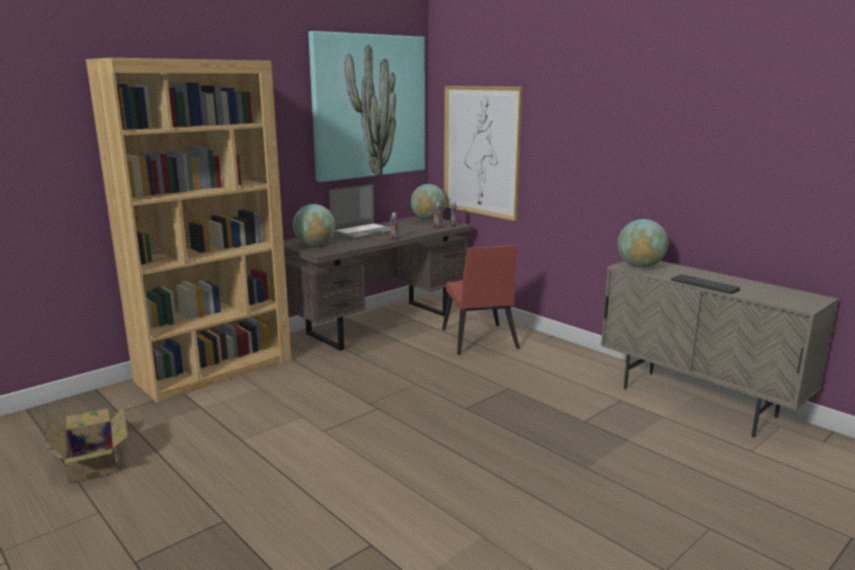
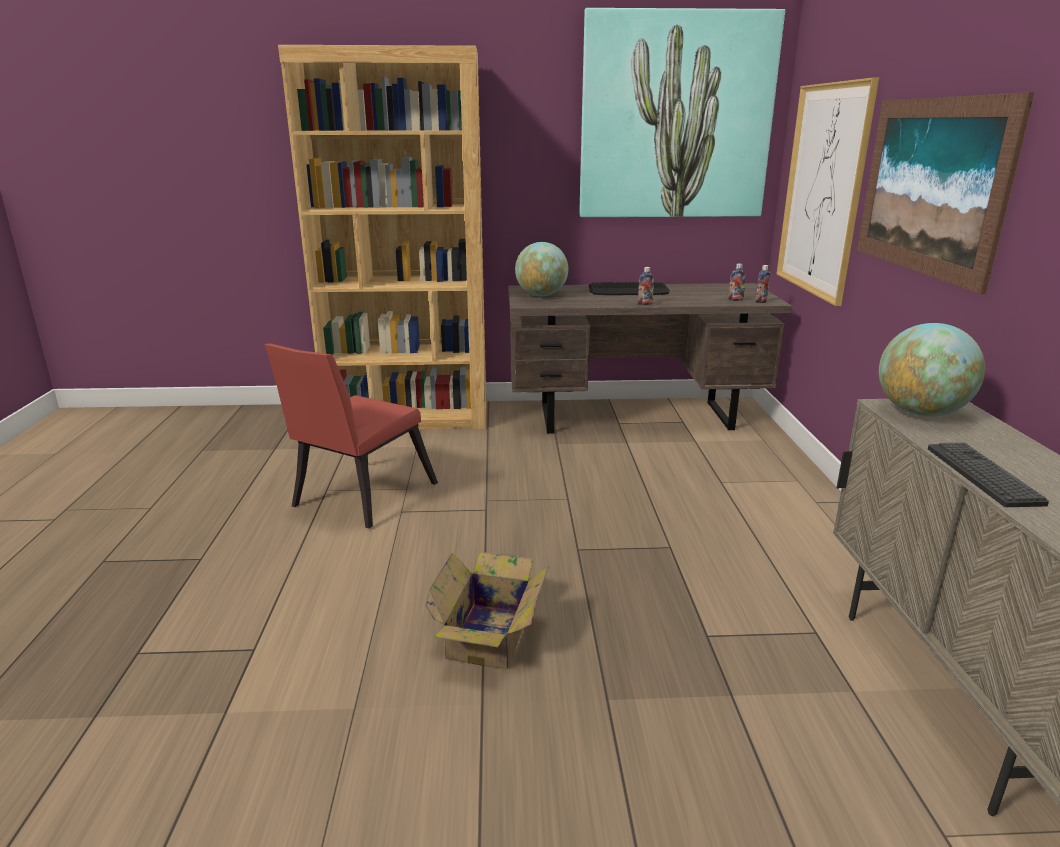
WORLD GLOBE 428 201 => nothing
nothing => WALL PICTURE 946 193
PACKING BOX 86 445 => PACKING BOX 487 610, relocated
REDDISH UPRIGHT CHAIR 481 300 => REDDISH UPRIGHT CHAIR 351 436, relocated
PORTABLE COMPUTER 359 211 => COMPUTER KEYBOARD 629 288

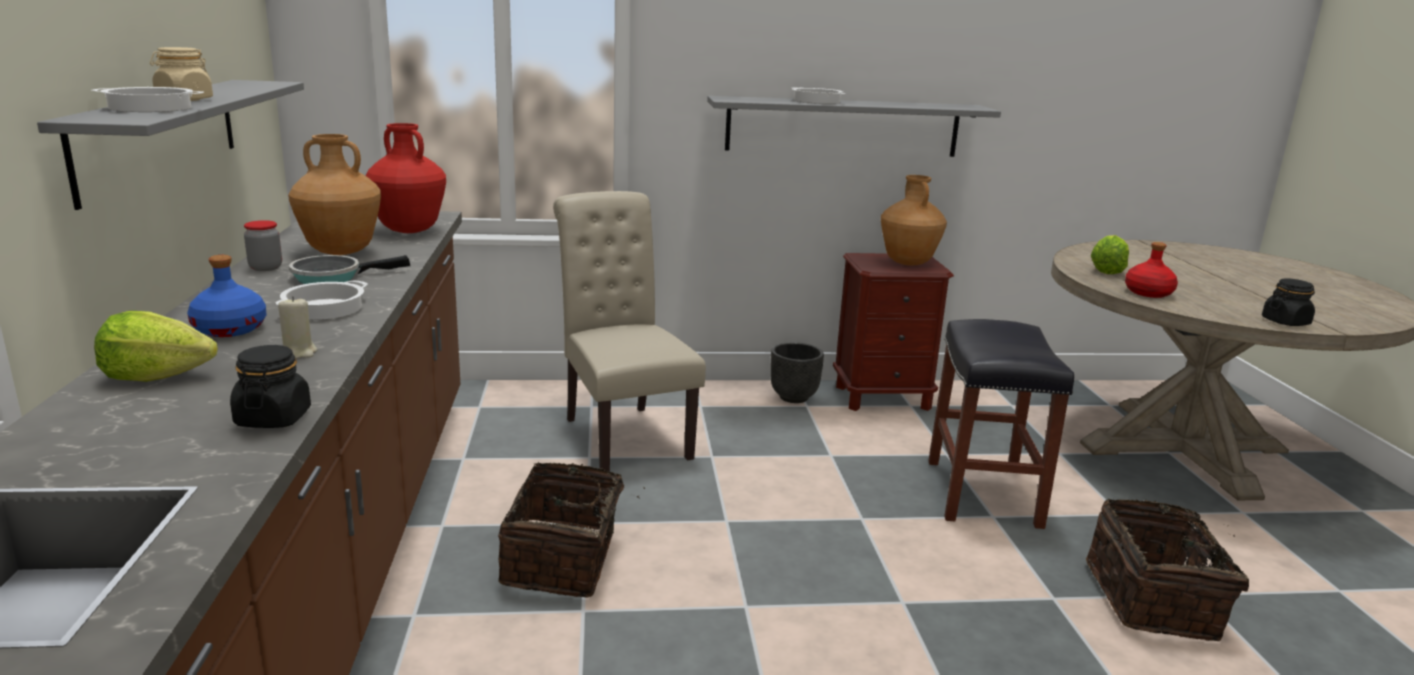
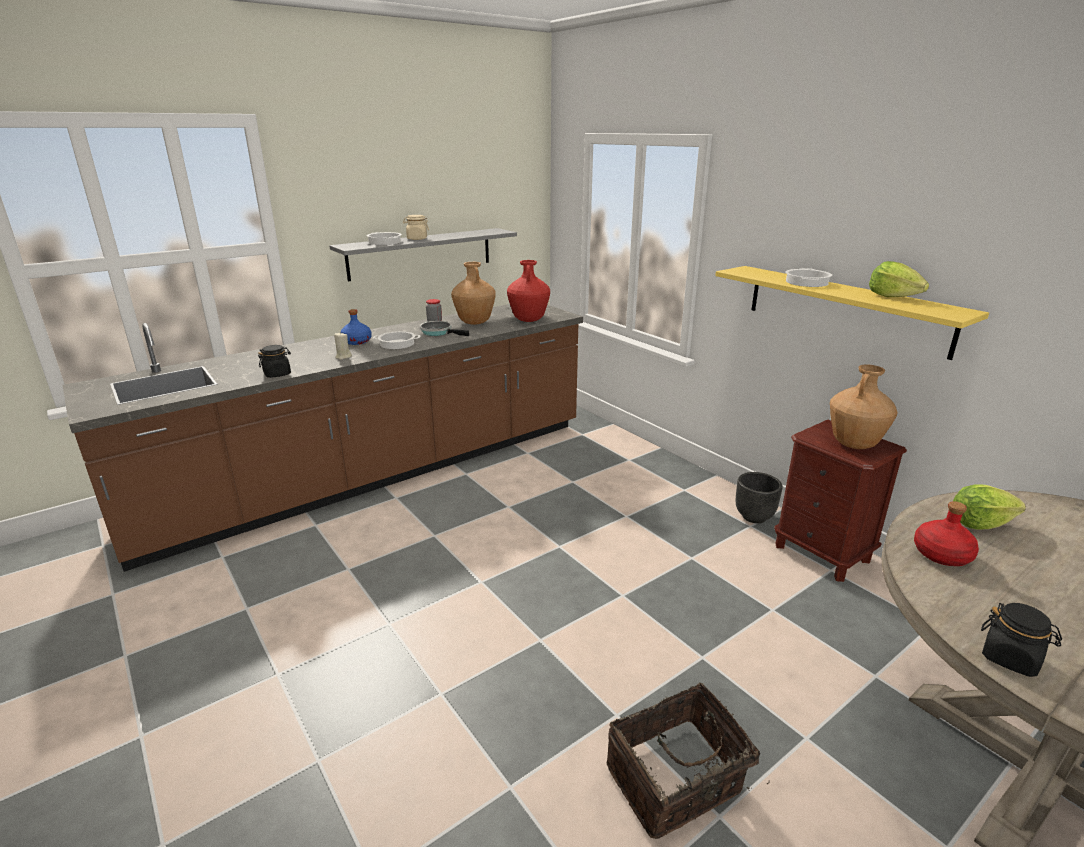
STORAGE BASKET 571 530 => nothing
SAND-COLOURED UPRIGHT CHAIR 629 331 => nothing
BLACK STOOL 1001 424 => nothing
HEAD OF LETTUCE 156 346 => HEAD OF LETTUCE 899 279, relocated
GREYISH WALL SHELF 854 126 => YELLOWISH WALL SHELF 852 313

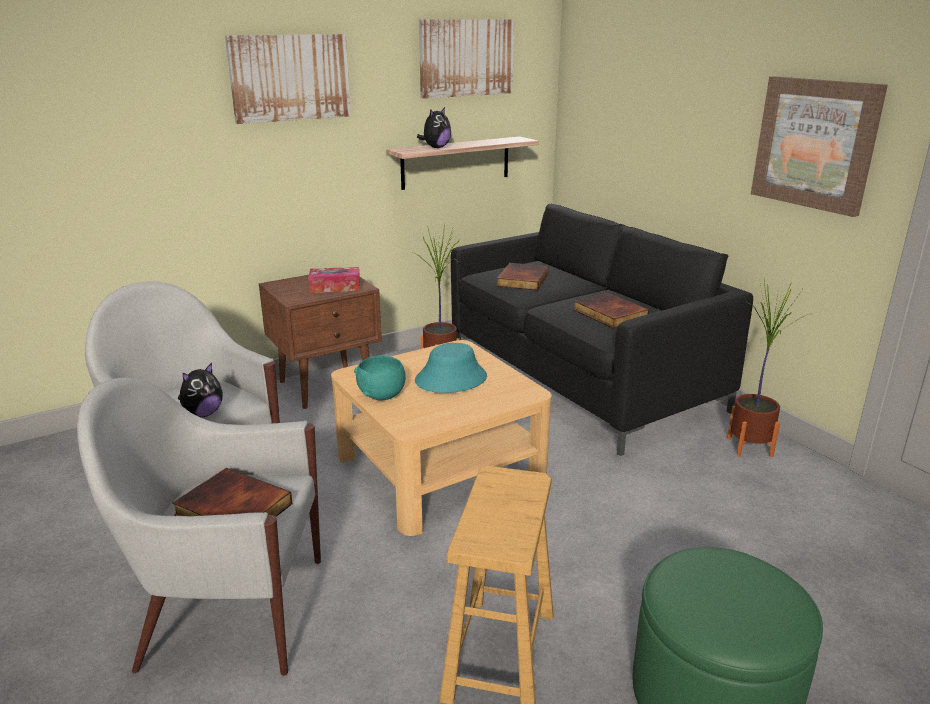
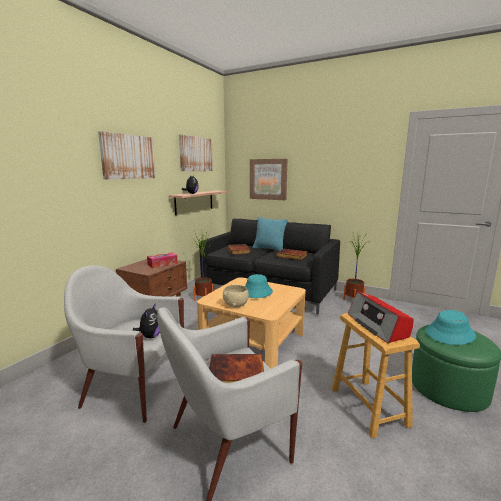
nothing => TURQUOISE-COLOURED CUSHION 270 234
nothing => RADIO 381 317
nothing => TURQUOISE-COLOURED WEARABLE HAT 451 327
WALL PICTURE 819 146 => WALL PICTURE 268 179, relocated
TURQUOISE-COLOURED SERVING BOWL 380 378 => SAND-COLOURED SERVING BOWL 236 296

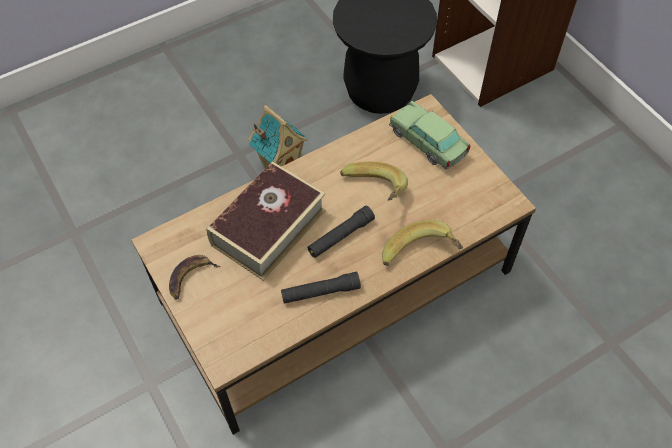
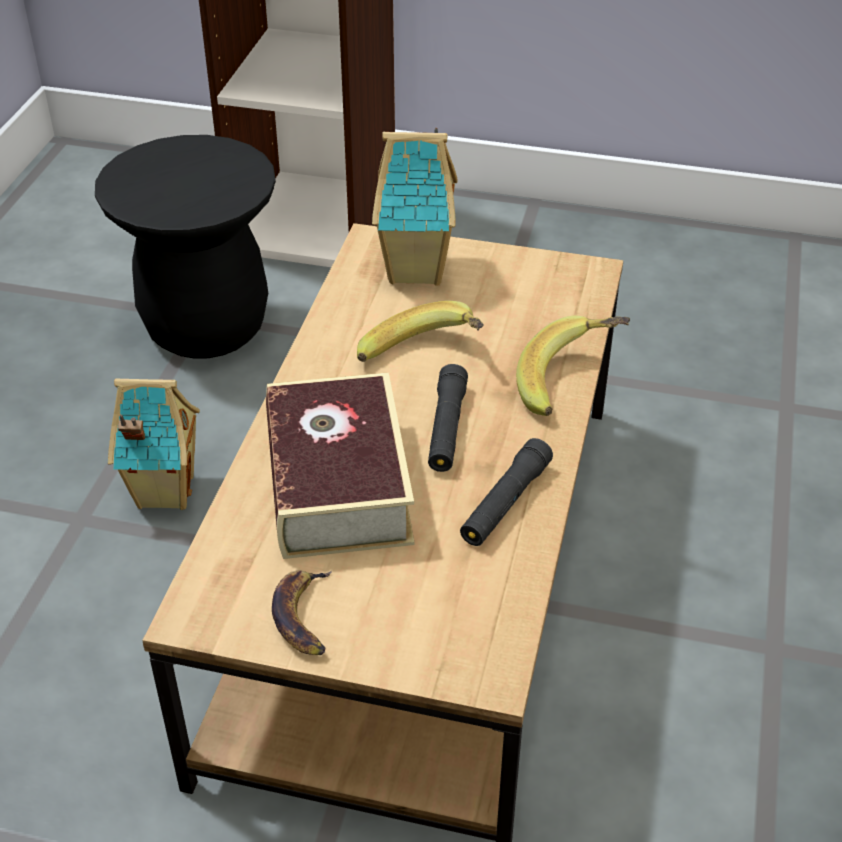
TOY CAR 429 135 => MODEL HOUSE 415 207

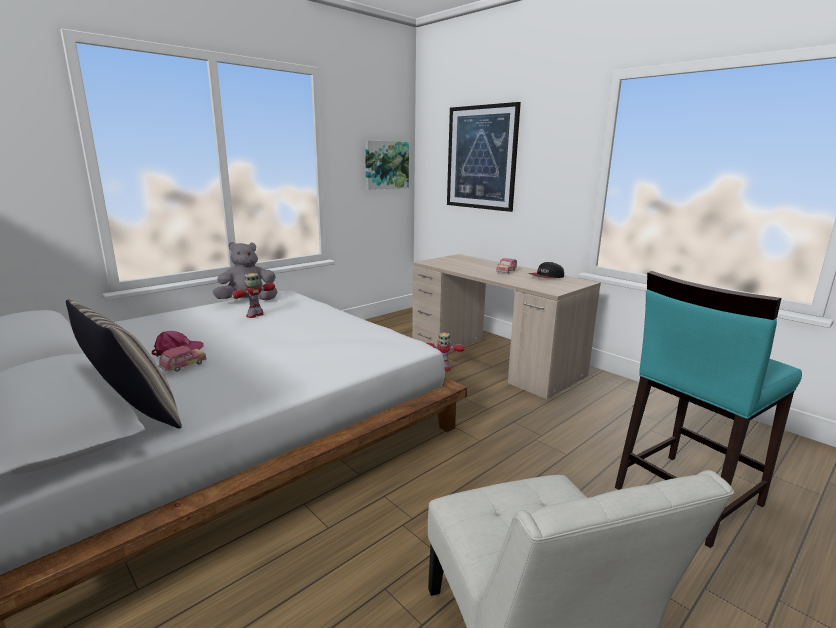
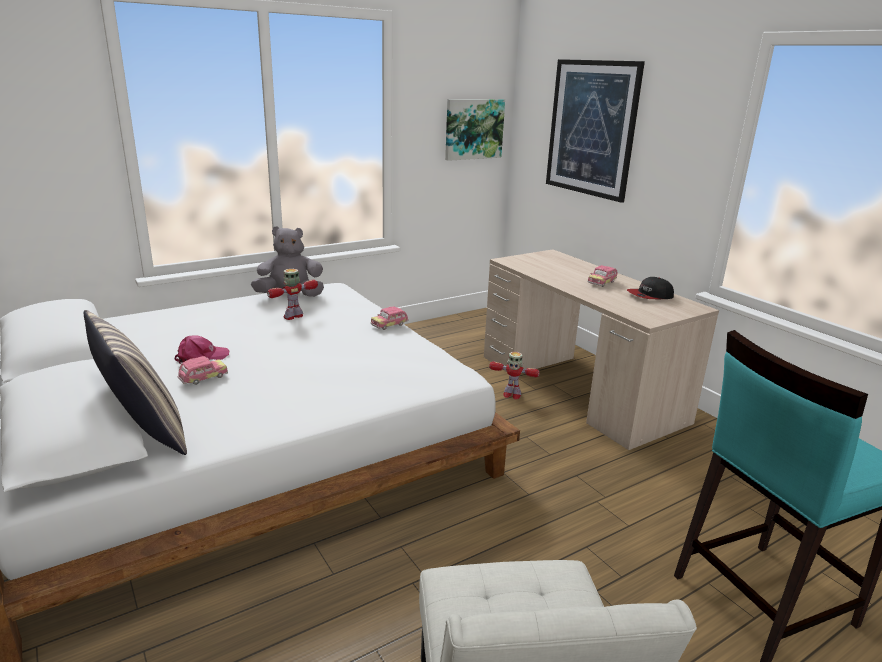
nothing => TOY CAR 390 318

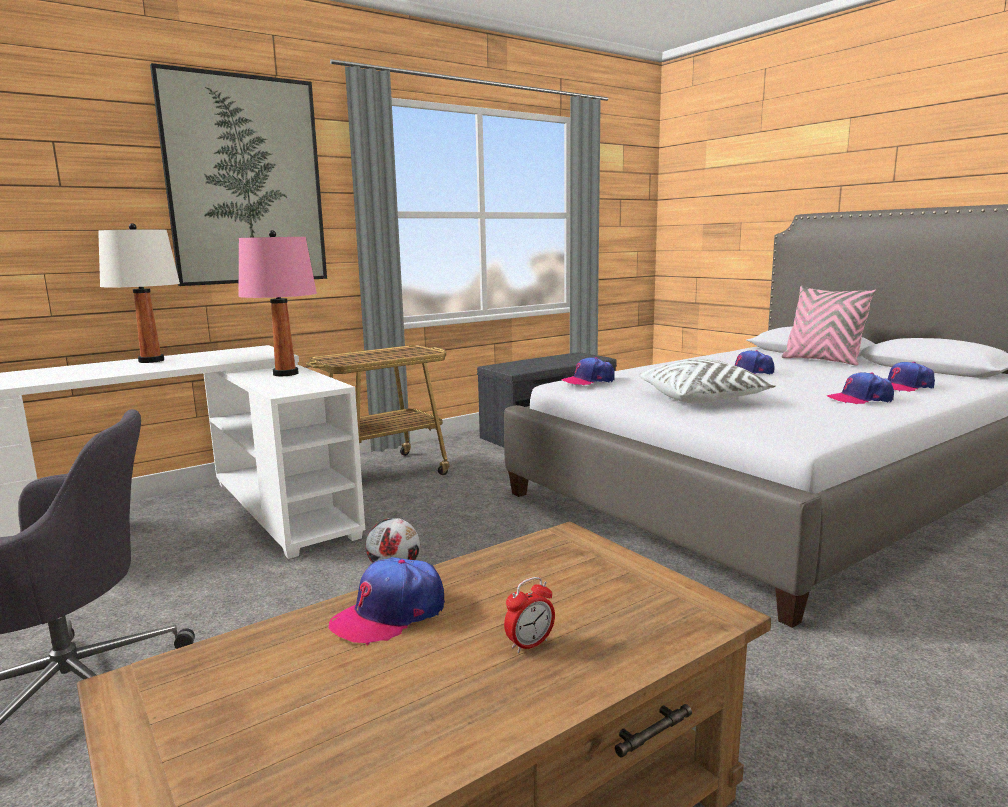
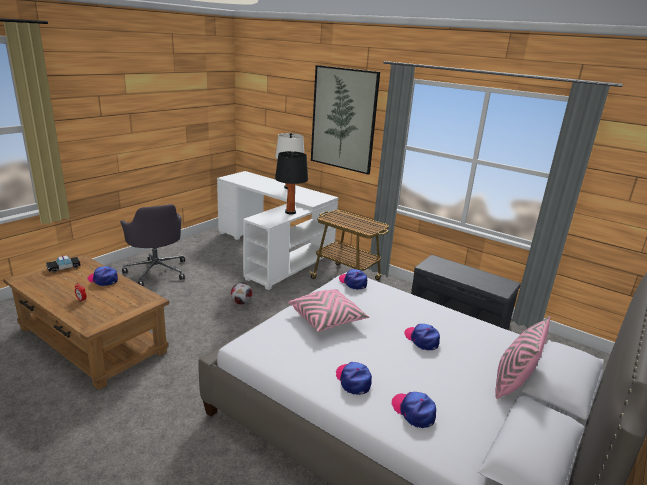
nothing => TOY CAR 63 264
PINK TABLETOP LAMP 277 303 => BLACK TABLETOP LAMP 291 183
WHITISH CUSHION 707 381 => PINK CUSHION 328 310

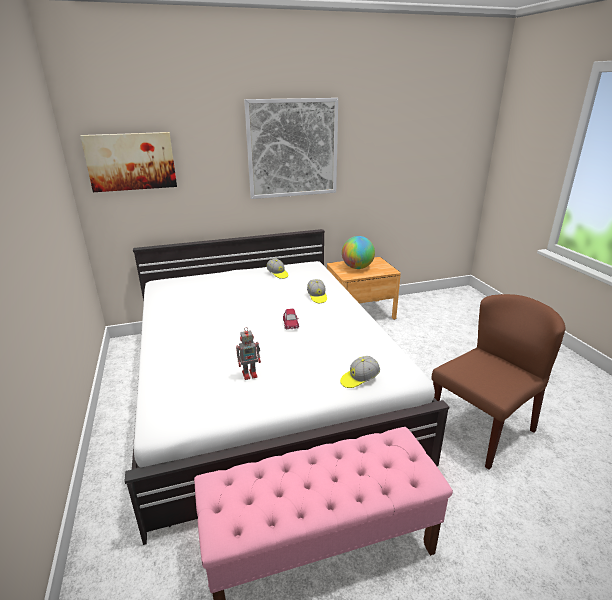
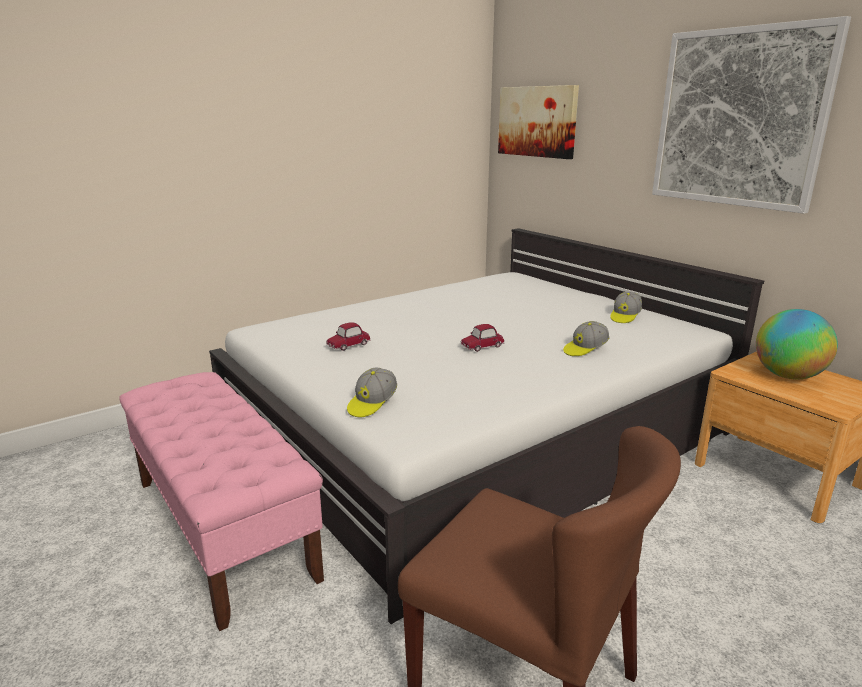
TOY ROBOT 248 353 => TOY CAR 348 336
BASEBALL CAP 360 372 => BASEBALL CAP 372 392, 105 degrees counterclockwise

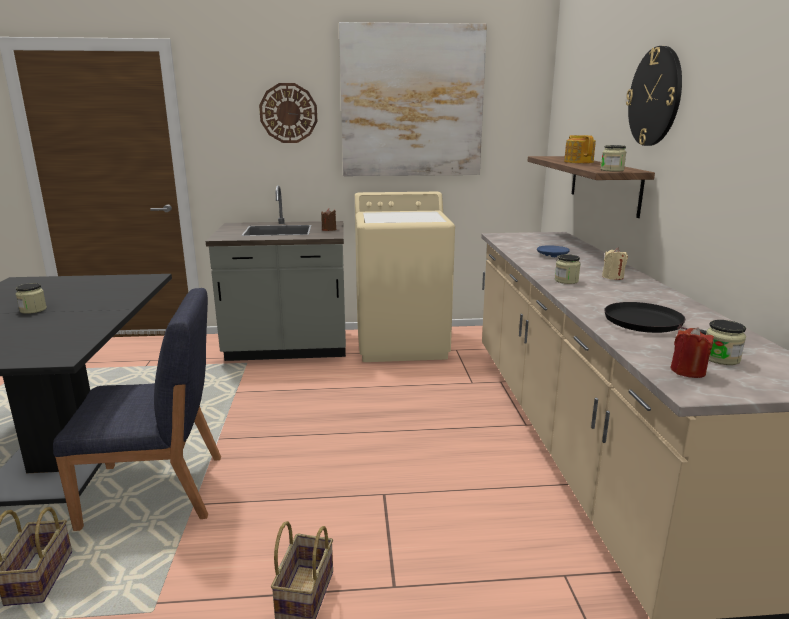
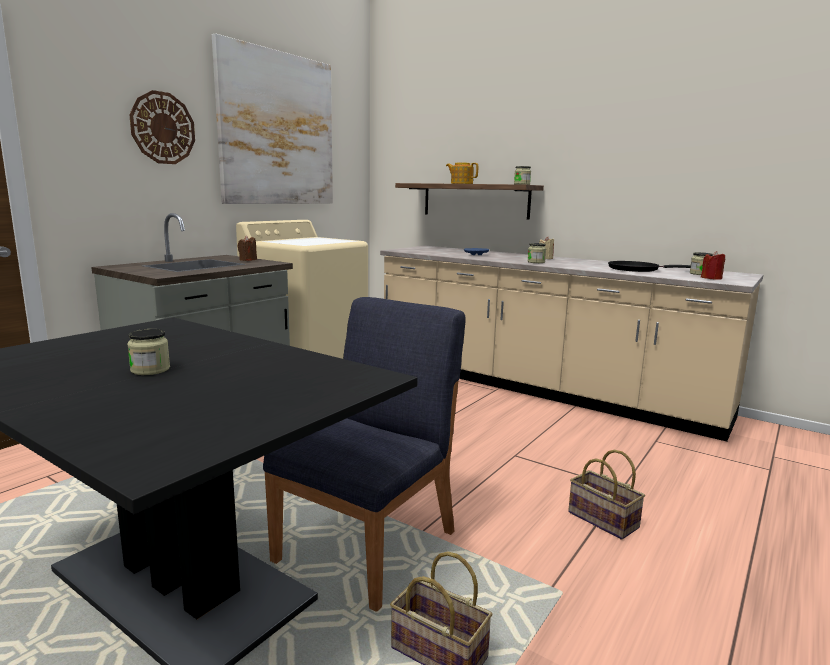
CLOCK ON THE WALL 654 96 => nothing

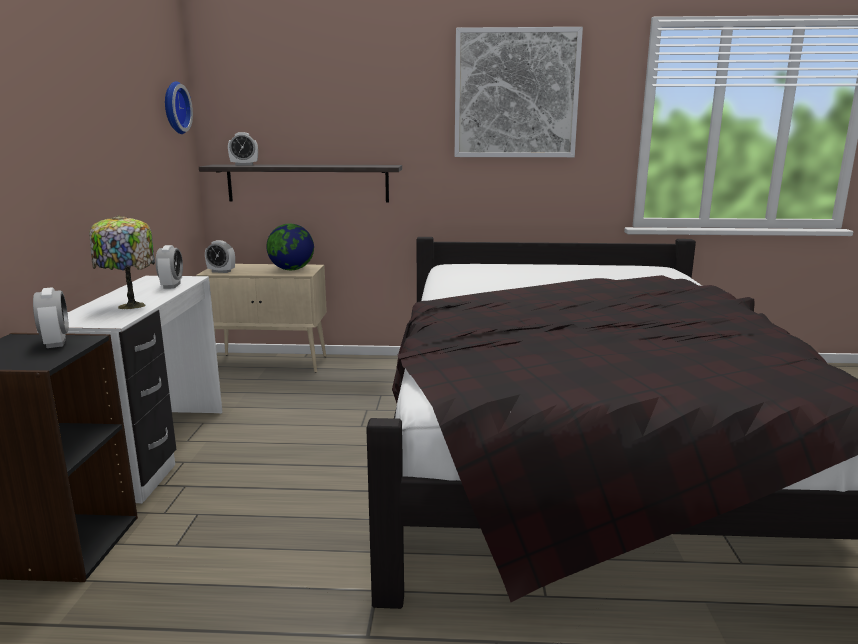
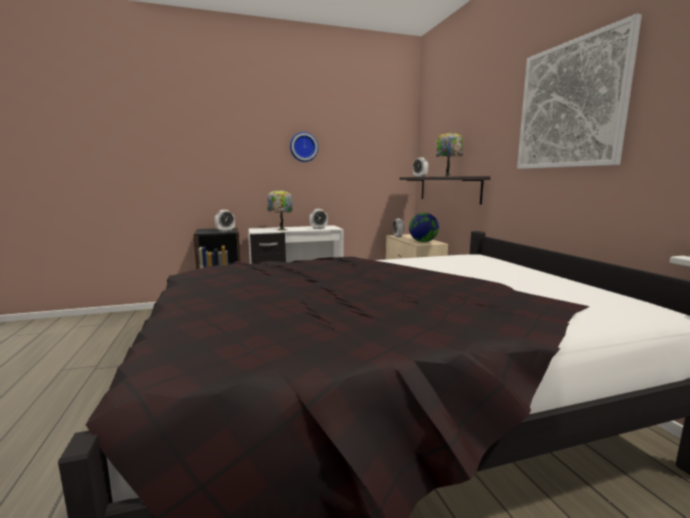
nothing => TABLETOP LAMP 449 154
CLOCK ON THE WALL 179 107 => CLOCK ON THE WALL 304 147, relocated

